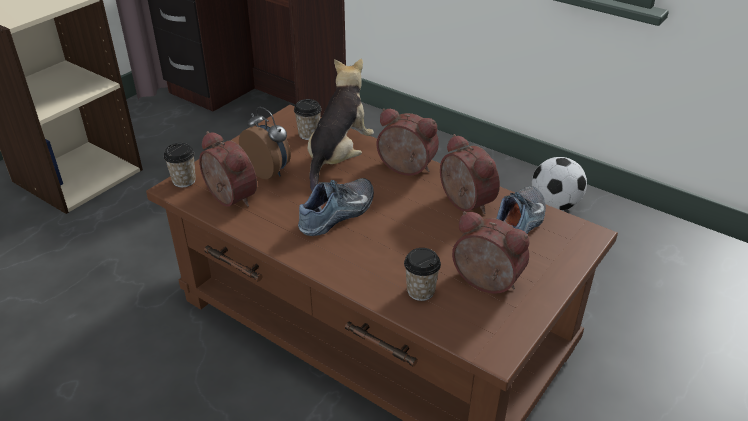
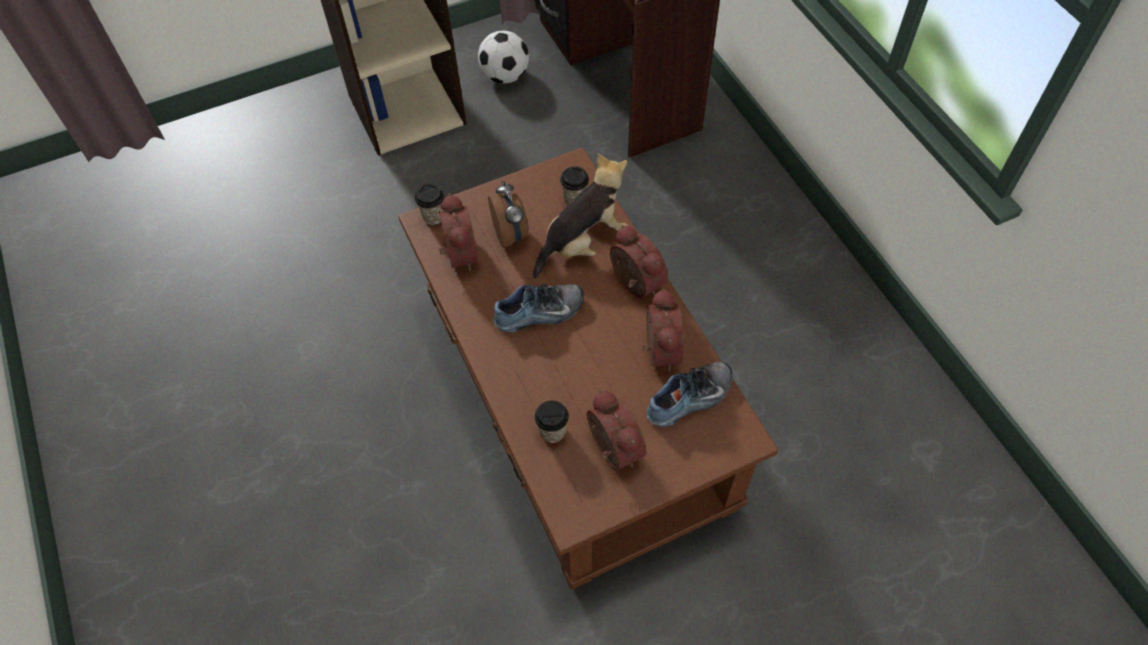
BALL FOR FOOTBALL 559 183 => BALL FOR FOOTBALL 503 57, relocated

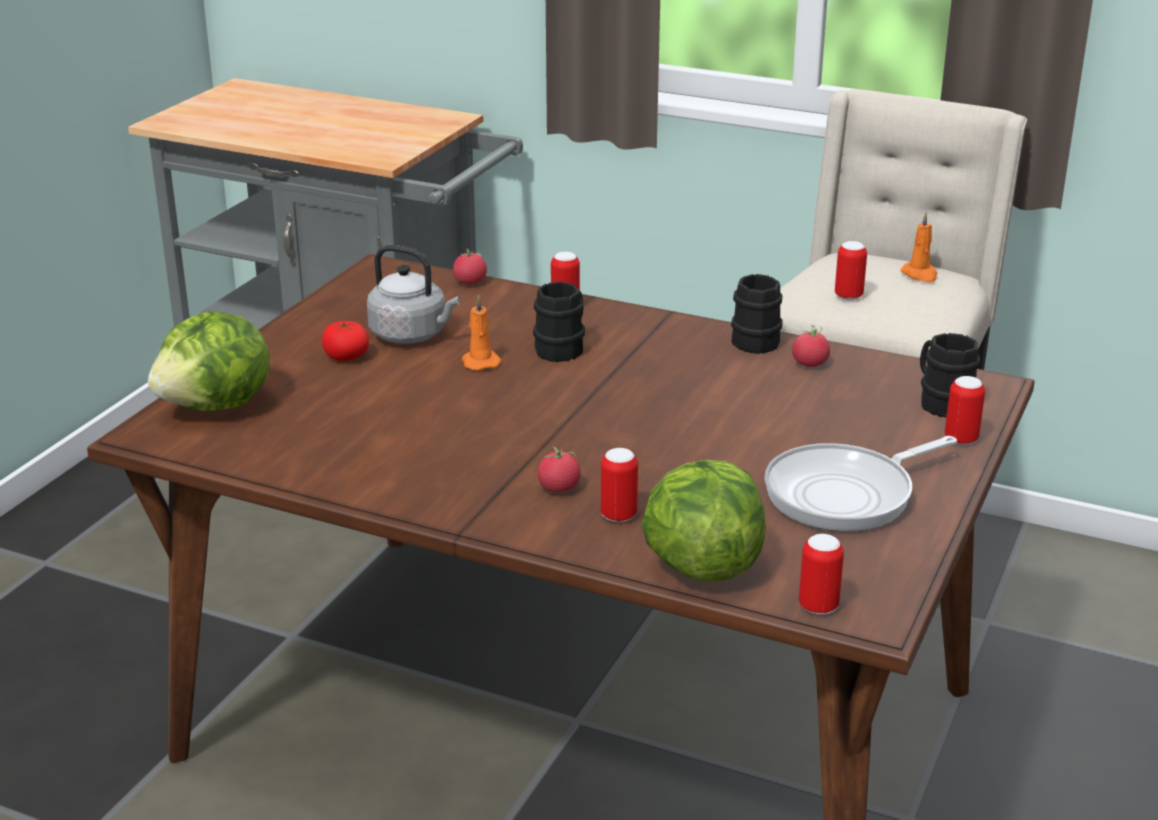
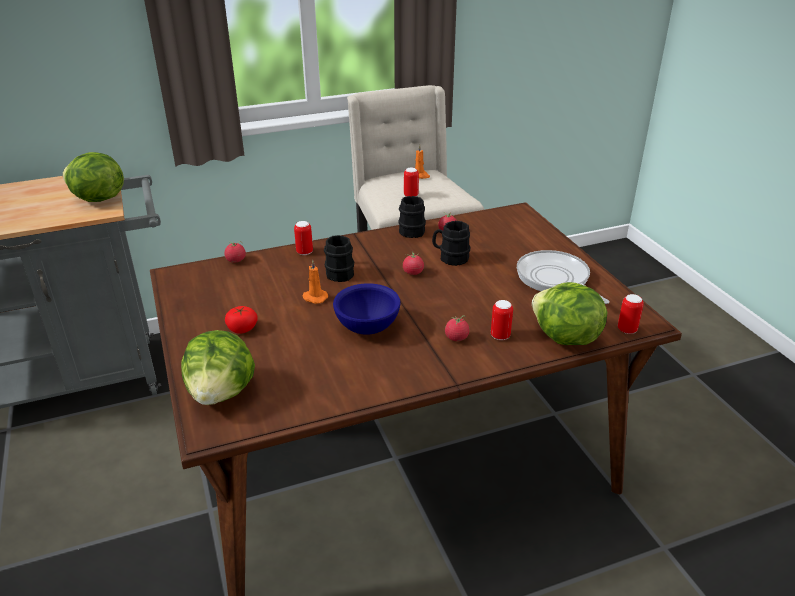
GREYISH KETTLE 413 294 => nothing
SEALED CAN 965 410 => nothing
nothing => HEAD OF LETTUCE 93 177
nothing => BLUISH SERVING BOWL 367 309
nothing => WHOLE TOMATO 413 263
BLACK TEA MUG 950 375 => BLACK TEA MUG 451 243, relocated
PAN 861 483 => PAN 563 277, 135 degrees clockwise

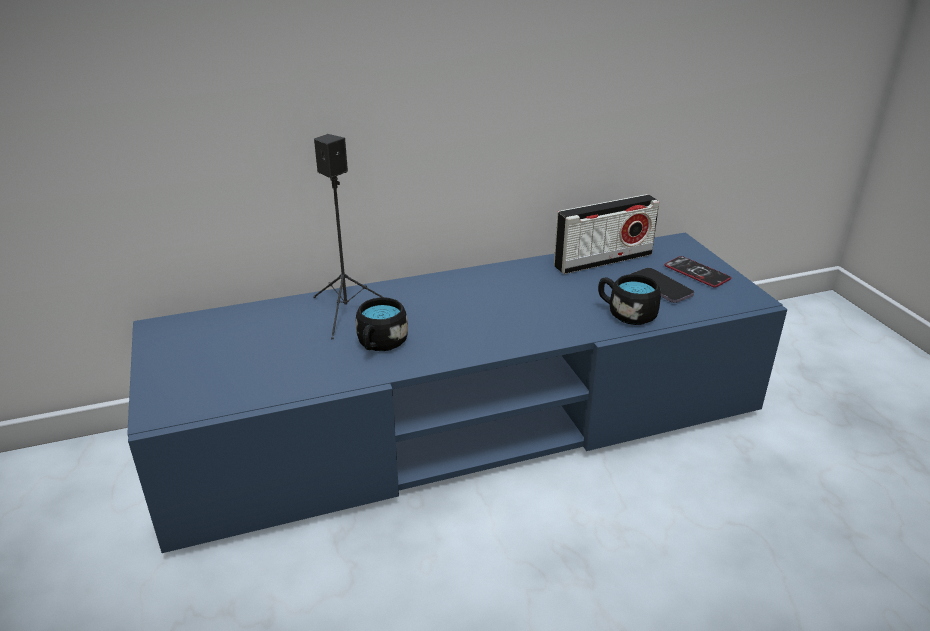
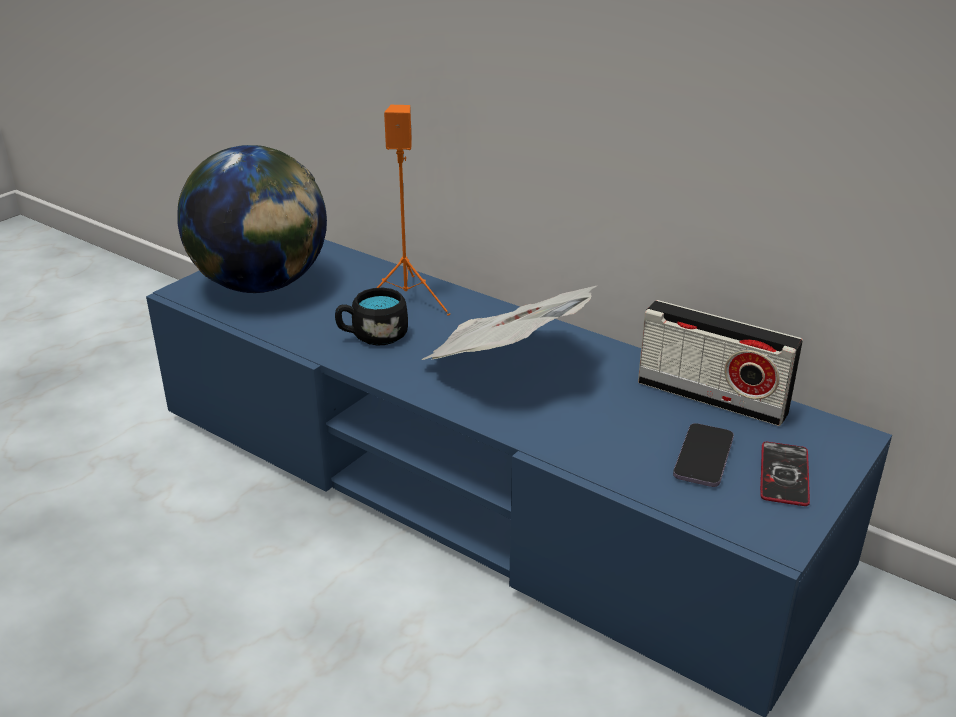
BLACK TEA MUG 629 299 => nothing
nothing => WORLD GLOBE 252 219
nothing => PRINTED PAPER 509 323
BLACK AUDIO SPEAKER 349 236 => ORANGE-COLOURED AUDIO SPEAKER 413 210

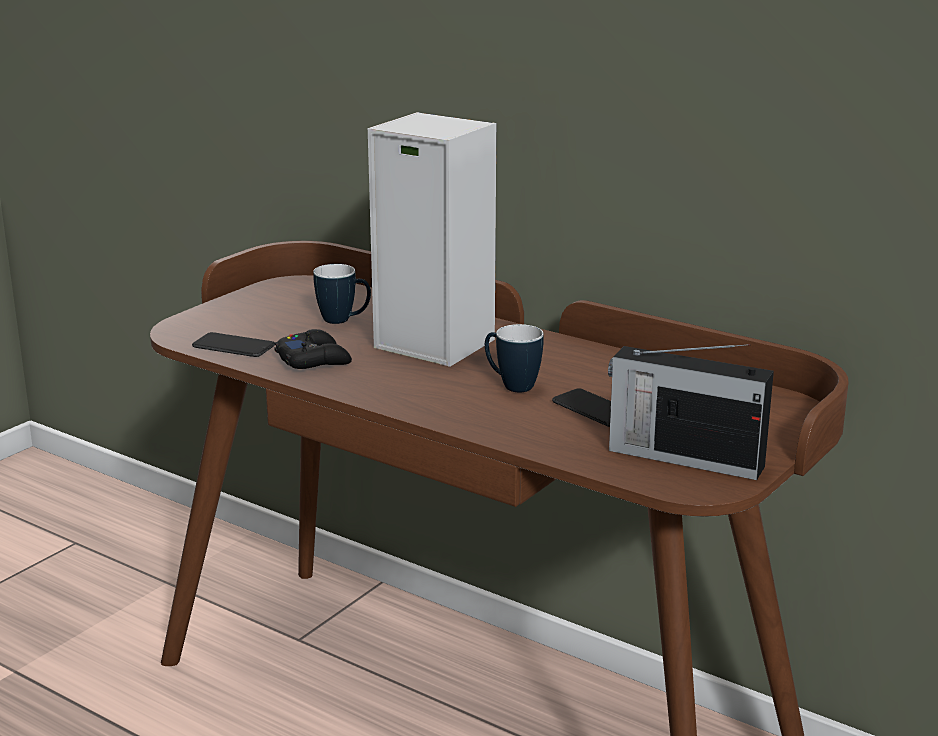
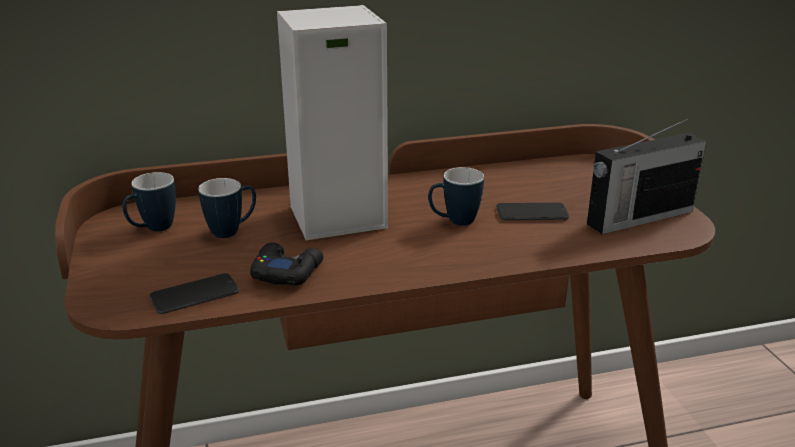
nothing => TEA MUG 149 201

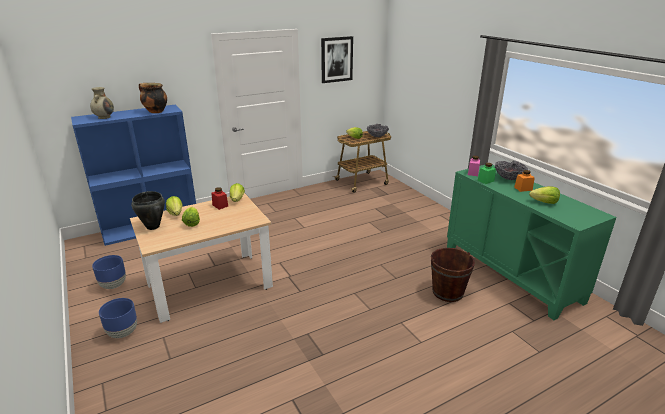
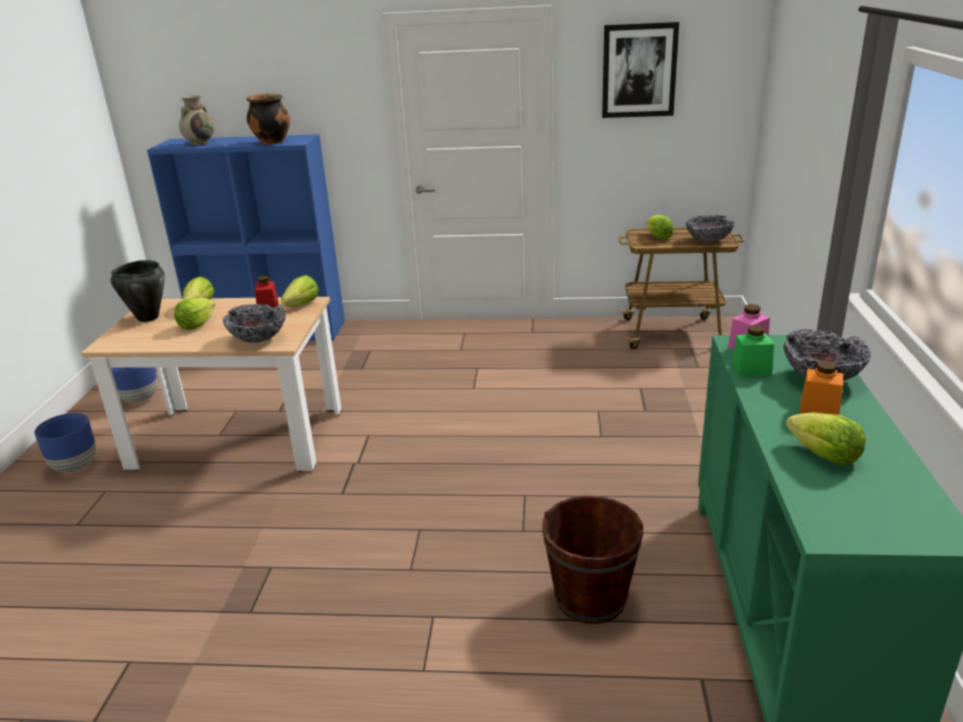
nothing => SERVING BOWL 254 323

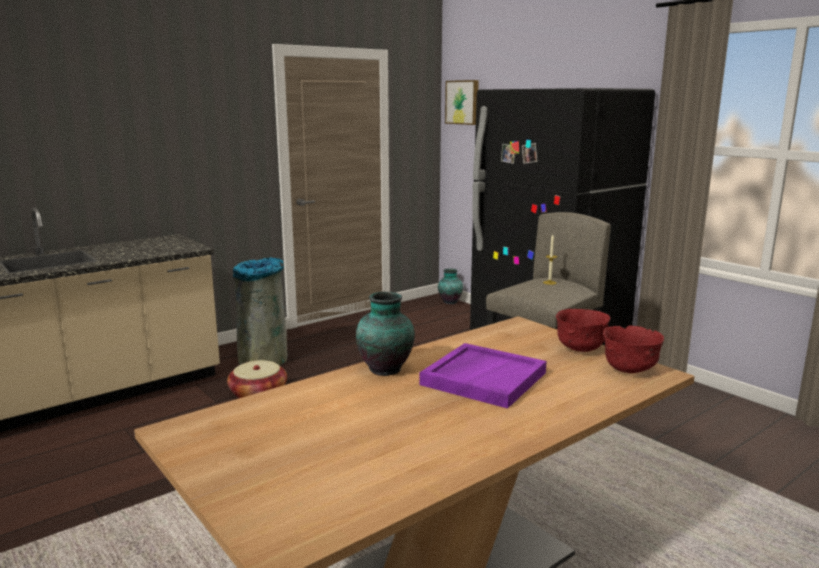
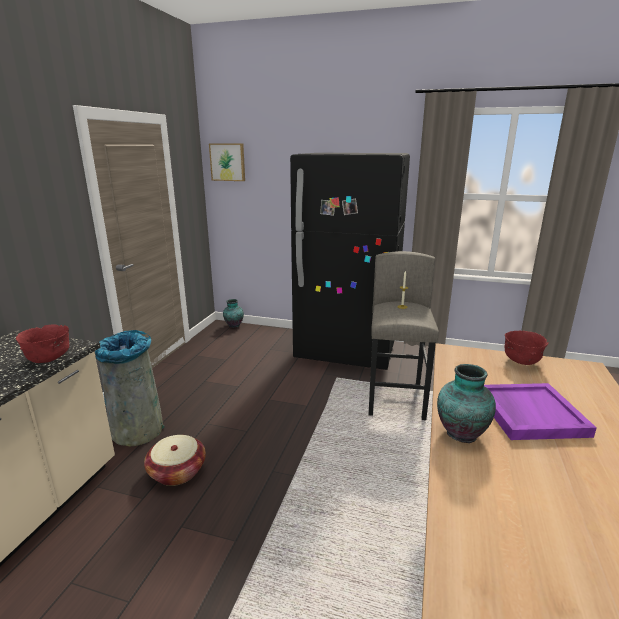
REDDISH SERVING BOWL 633 349 => REDDISH SERVING BOWL 42 343, relocated

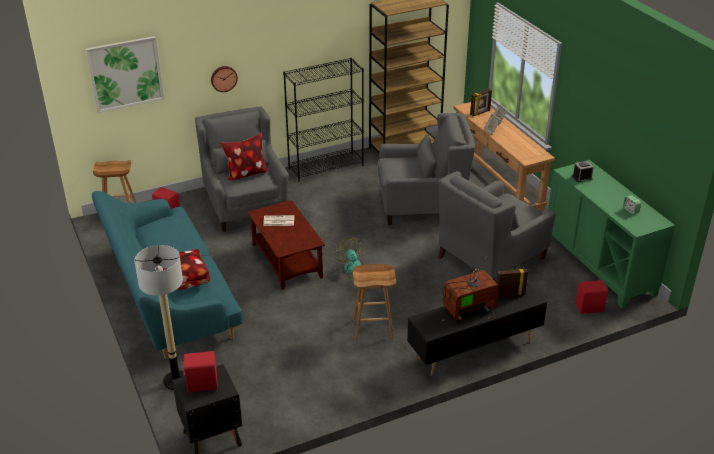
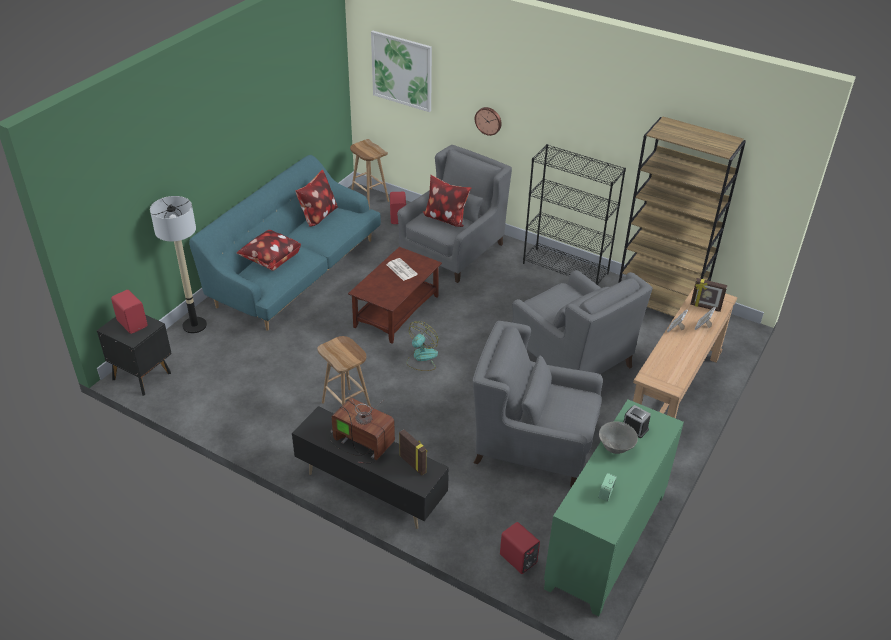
nothing => CUSHION 316 198
nothing => GREYISH SERVING BOWL 618 437

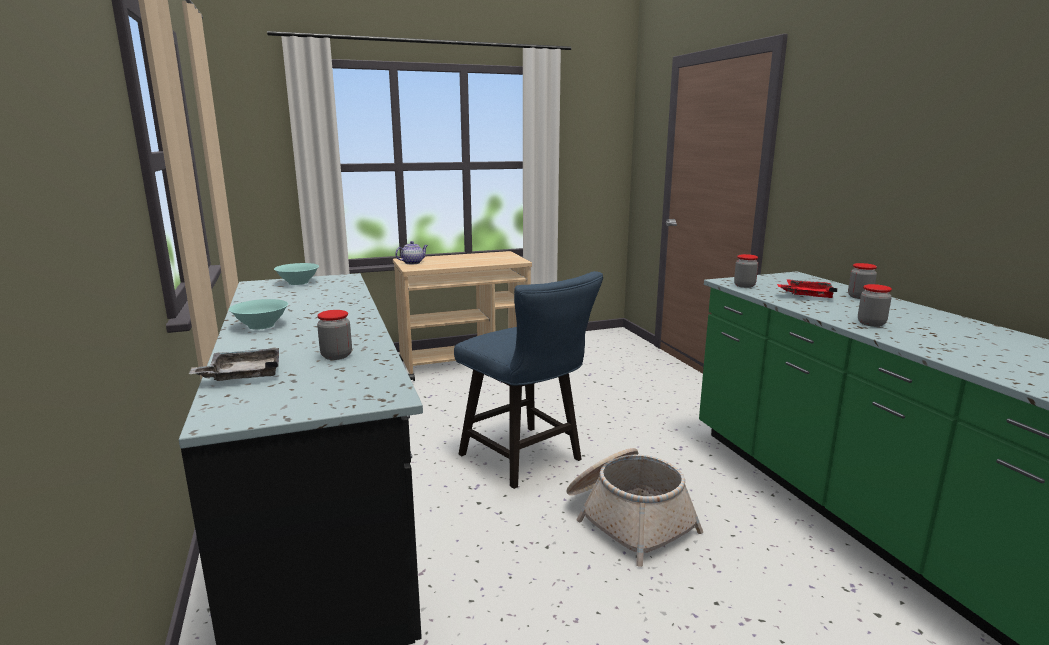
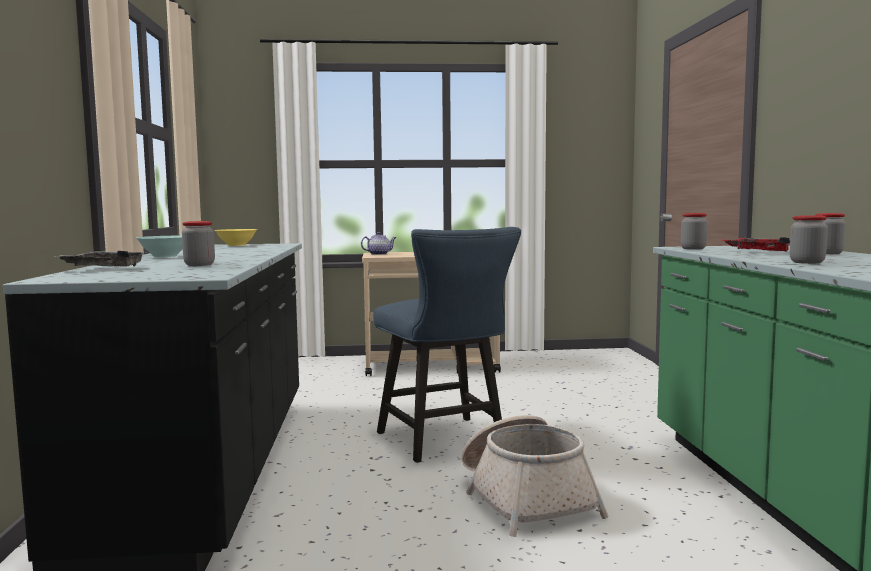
TURQUOISE-COLOURED SERVING BOWL 296 274 => YELLOWISH SERVING BOWL 236 237

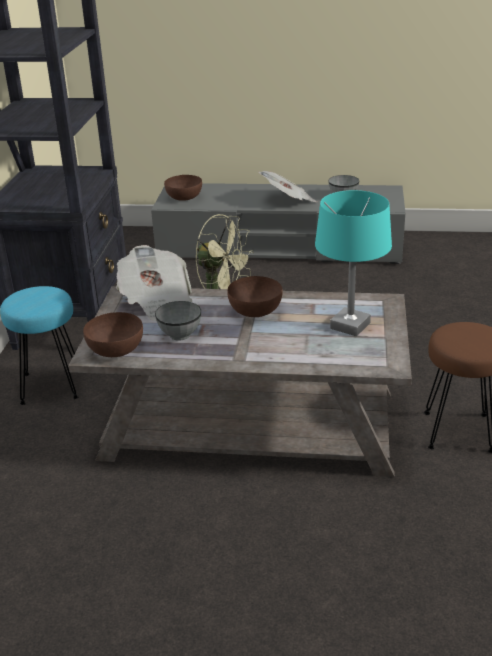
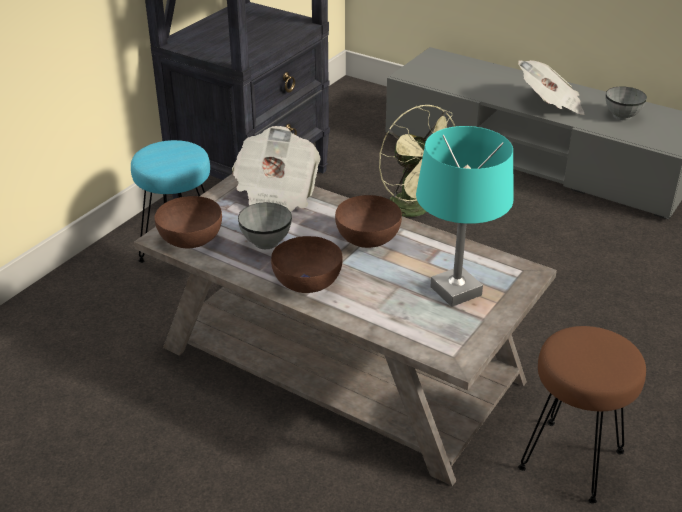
BROWNISH SERVING BOWL 183 188 => BROWNISH SERVING BOWL 307 264, relocated

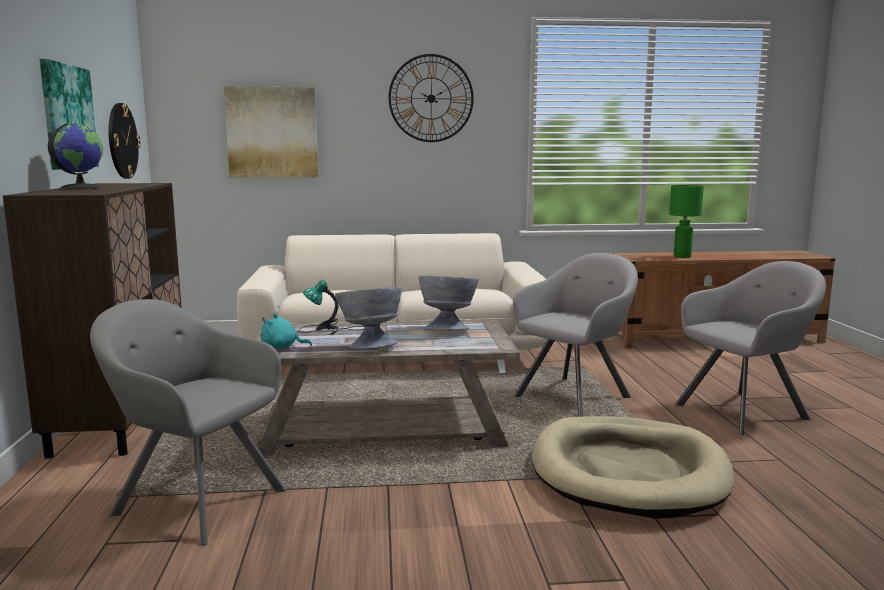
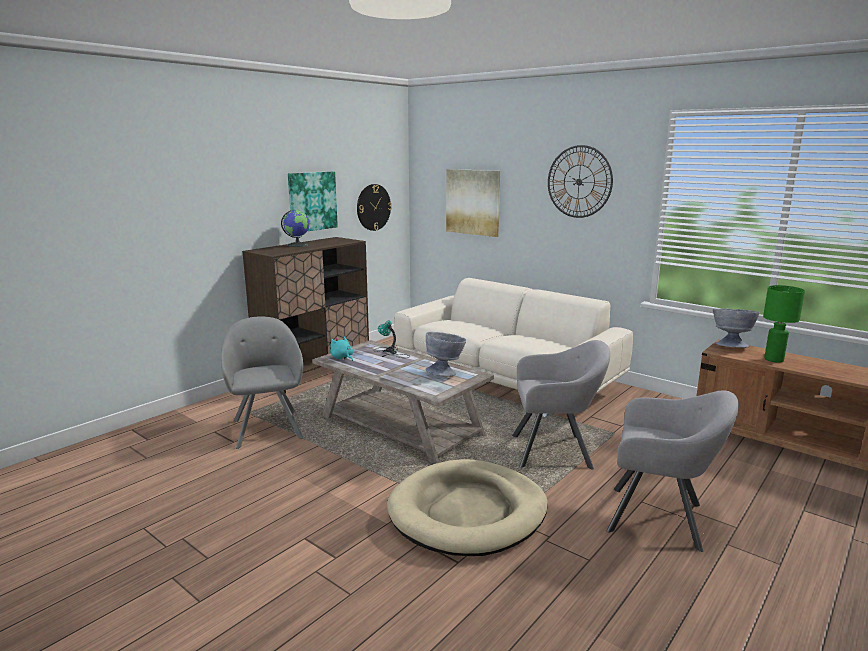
GREYISH SERVING BOWL 368 318 => GREYISH SERVING BOWL 736 328, relocated

